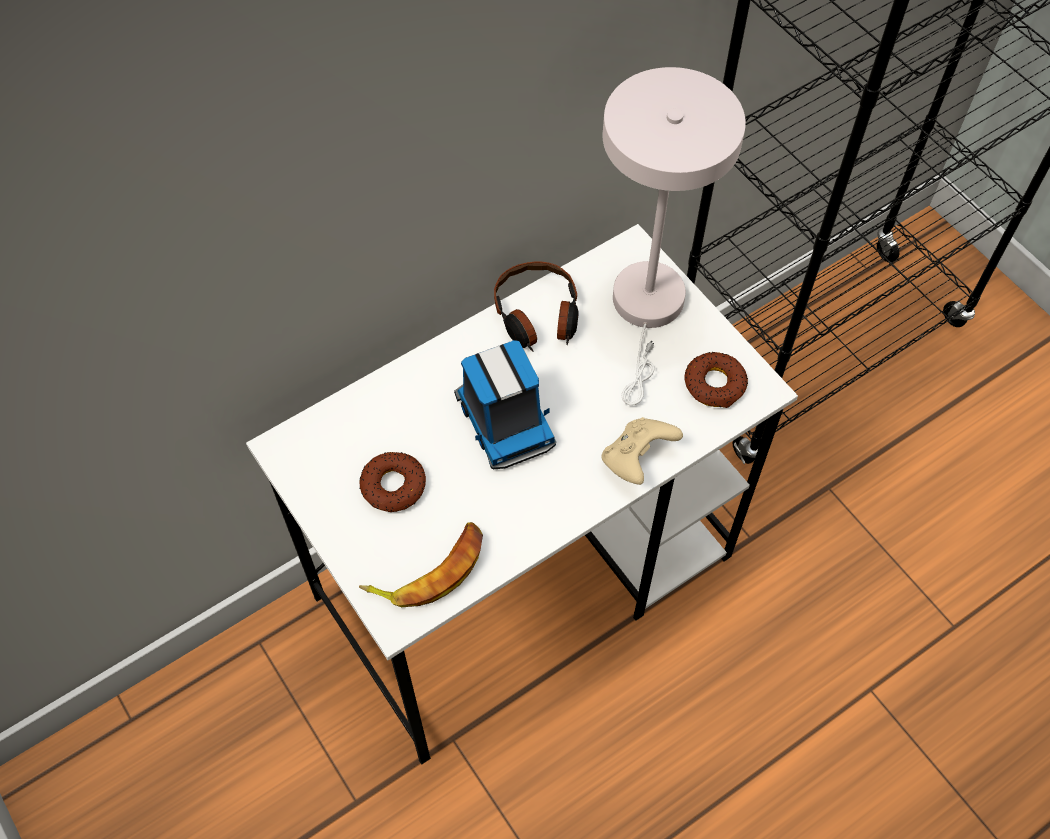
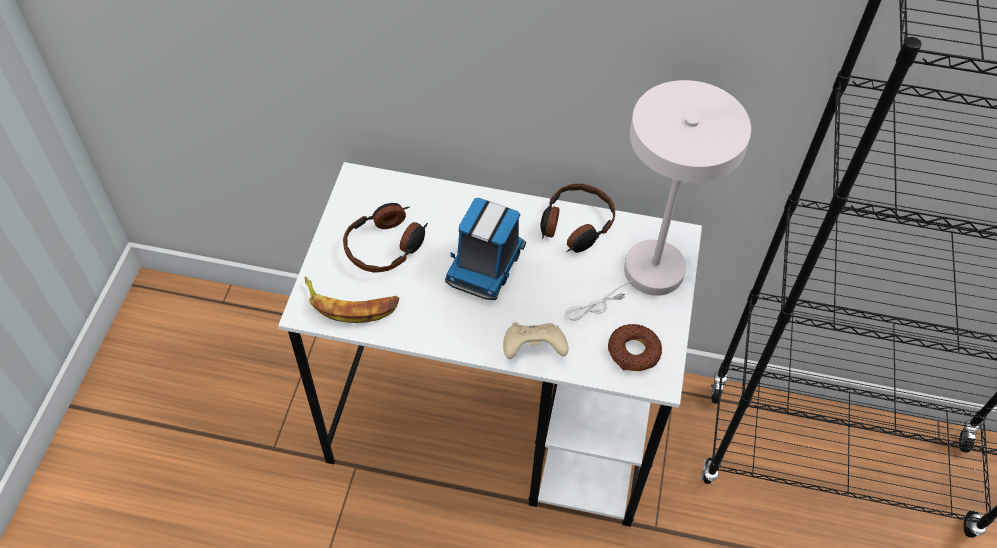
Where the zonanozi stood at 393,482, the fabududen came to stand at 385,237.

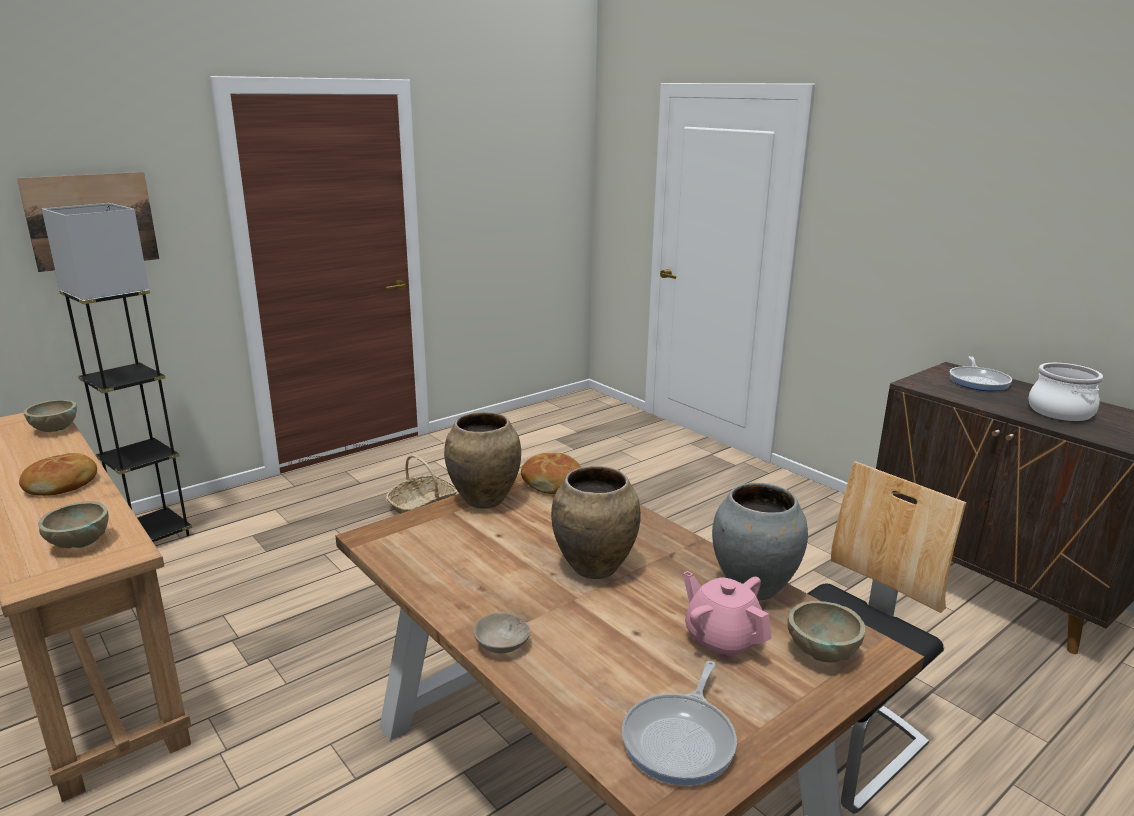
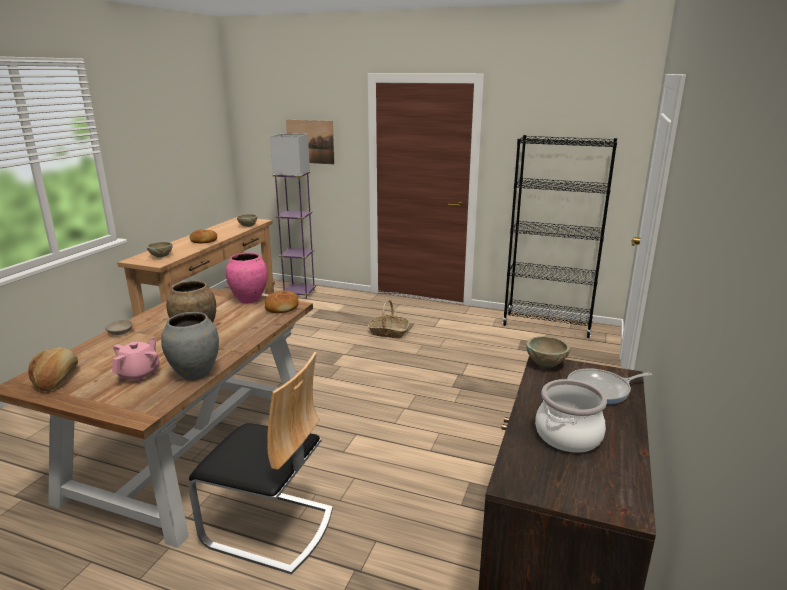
What was the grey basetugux at 117,372 turned into the purple basetugux at 293,216.
What was the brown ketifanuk at 482,460 turned into the pink ketifanuk at 247,278.
Where the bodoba stood at 679,723, the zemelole came to stand at 53,369.
The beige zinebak ended up elsewhere, having gone from 826,632 to 548,351.
The second view gained the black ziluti at 559,236.

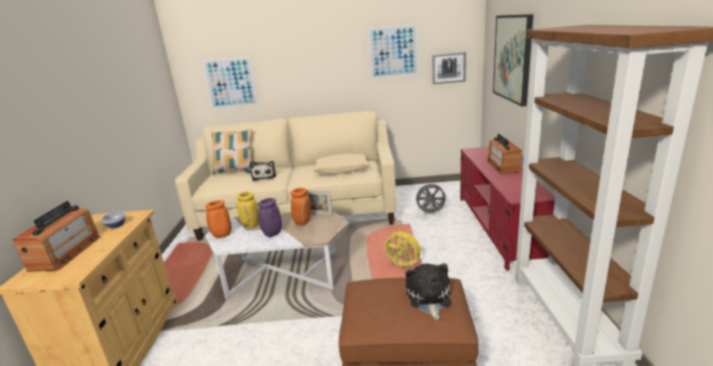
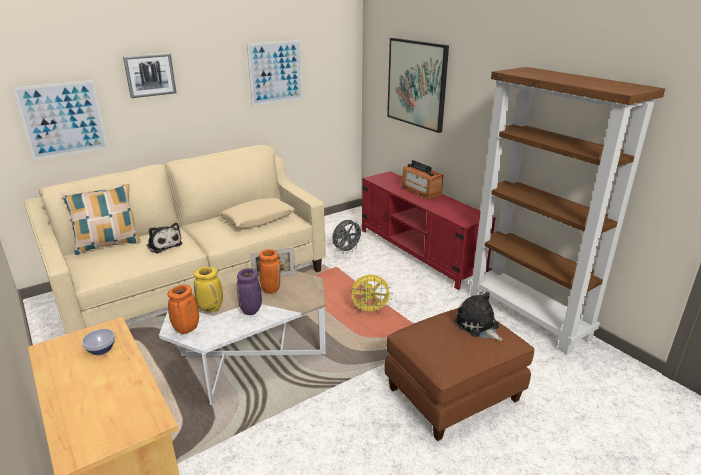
The second view lost the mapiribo at 56,236.
The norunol ended up elsewhere, having gone from 449,68 to 149,75.

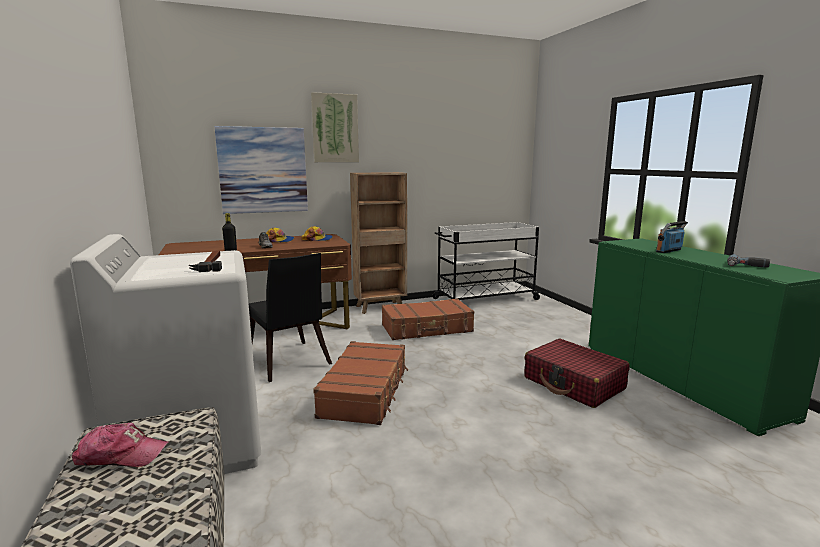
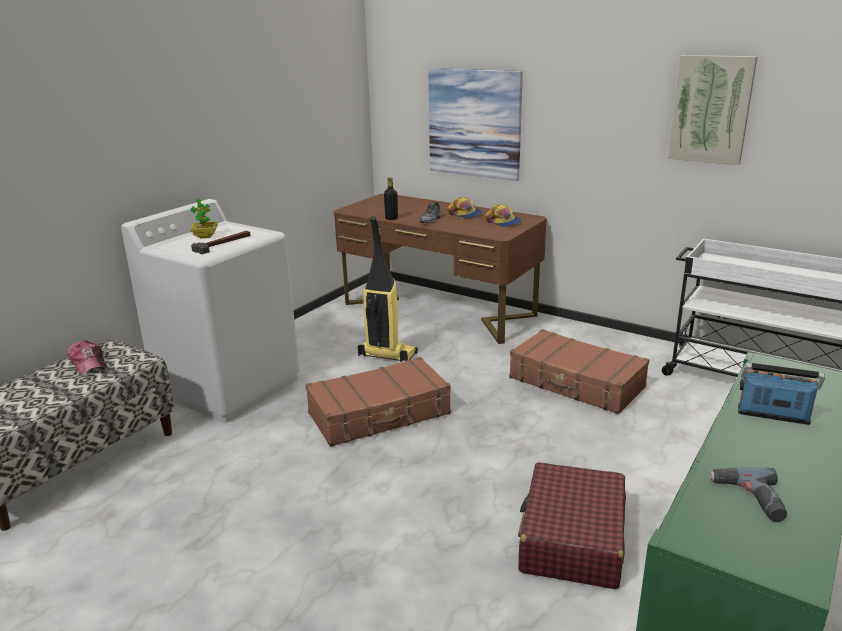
Where the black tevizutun stood at 290,317, the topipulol came to stand at 388,289.
The norunol ended up elsewhere, having gone from 335,127 to 713,110.
The second view lost the brown ziluti at 378,243.
The second view gained the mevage at 203,218.

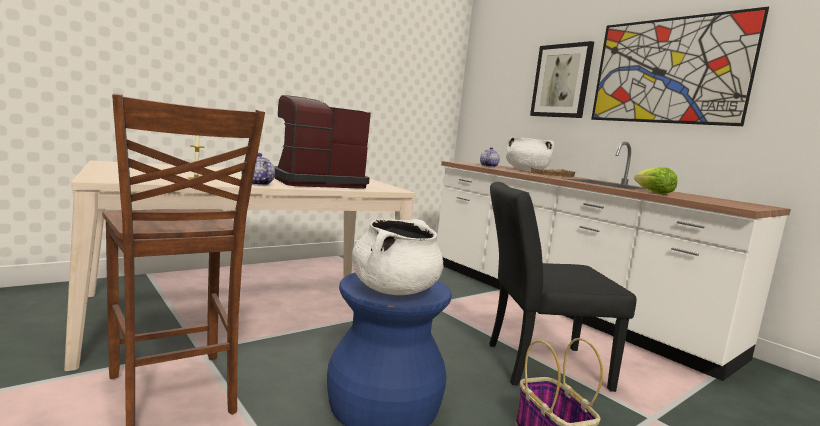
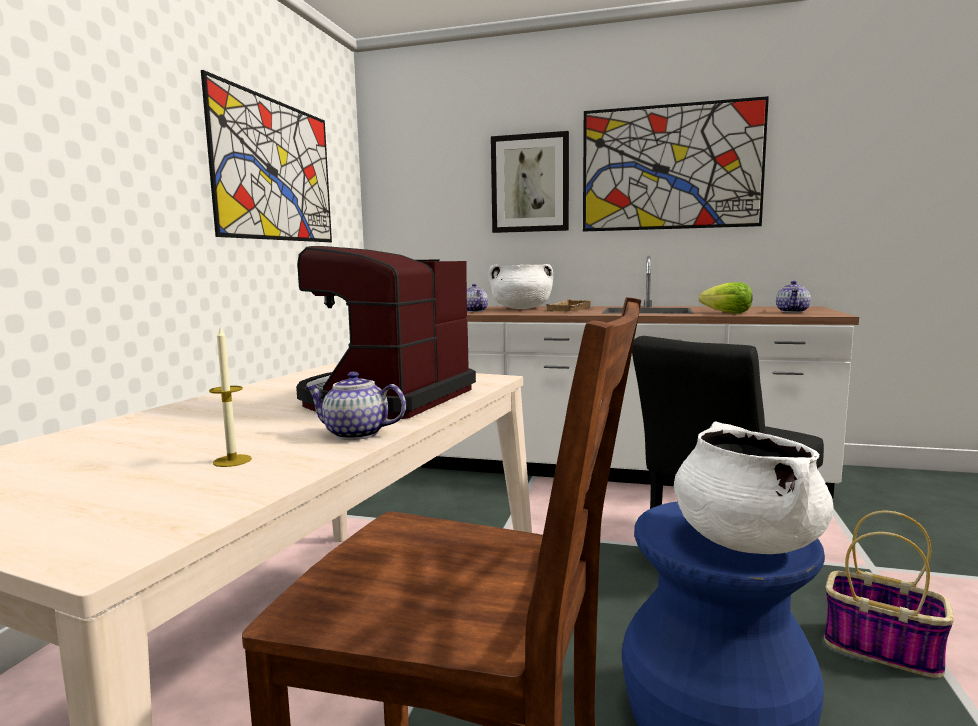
The second view gained the norunol at 266,156.
The second view gained the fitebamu at 793,297.

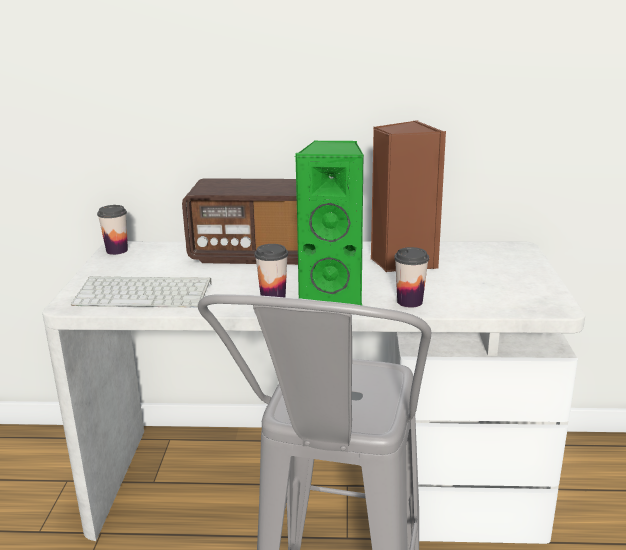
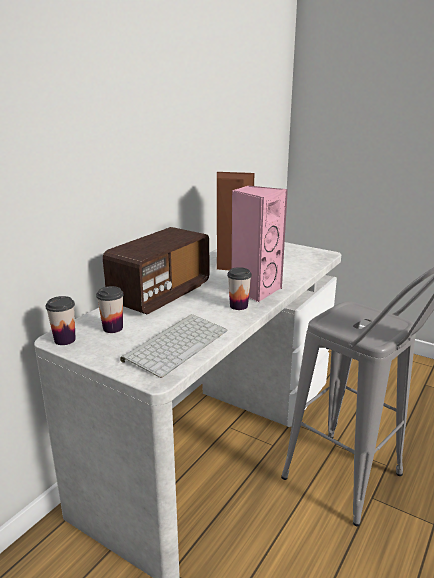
What was the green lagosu at 329,223 turned into the pink lagosu at 259,243.
The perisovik ended up elsewhere, having gone from 411,277 to 110,309.

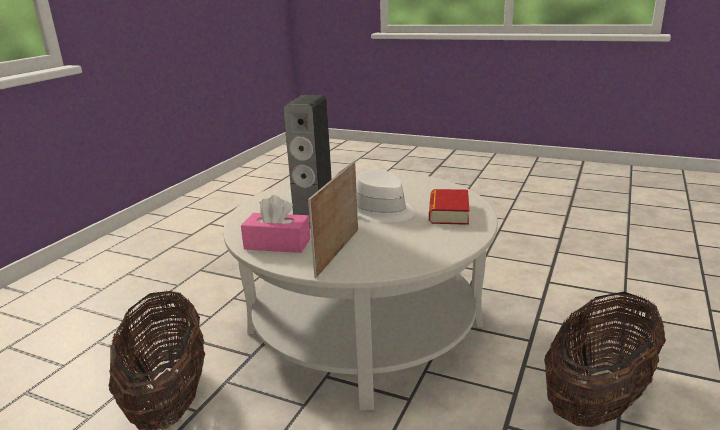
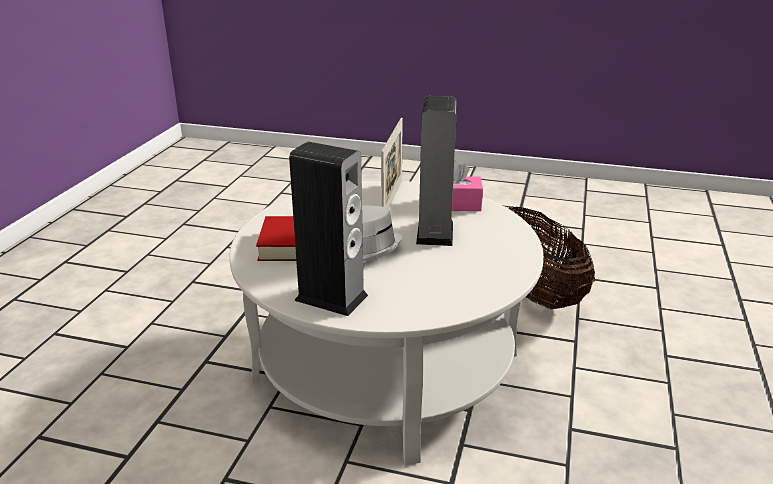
The second view lost the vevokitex at 605,359.
The second view gained the lagosu at 328,229.

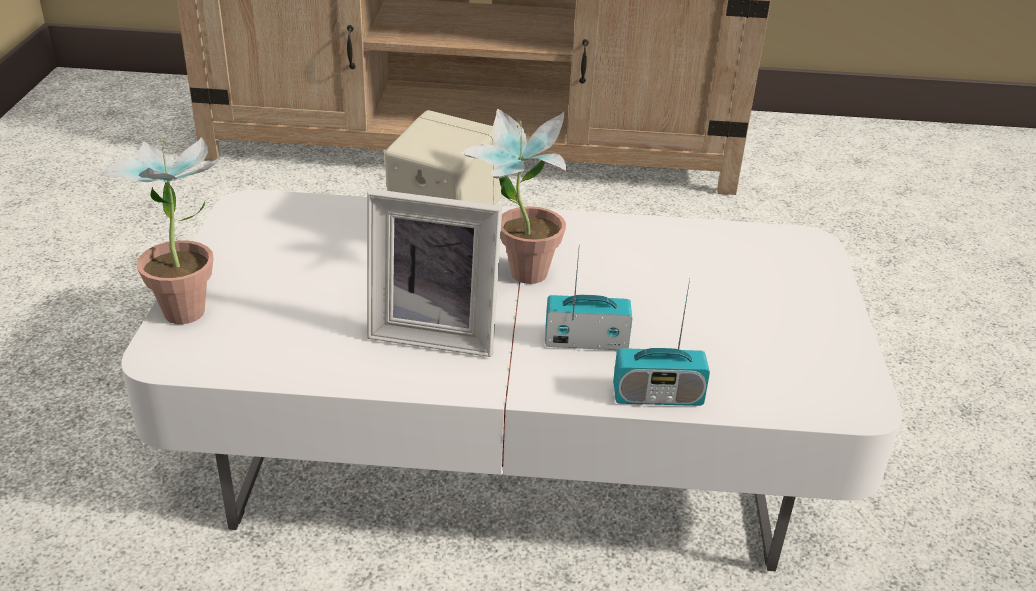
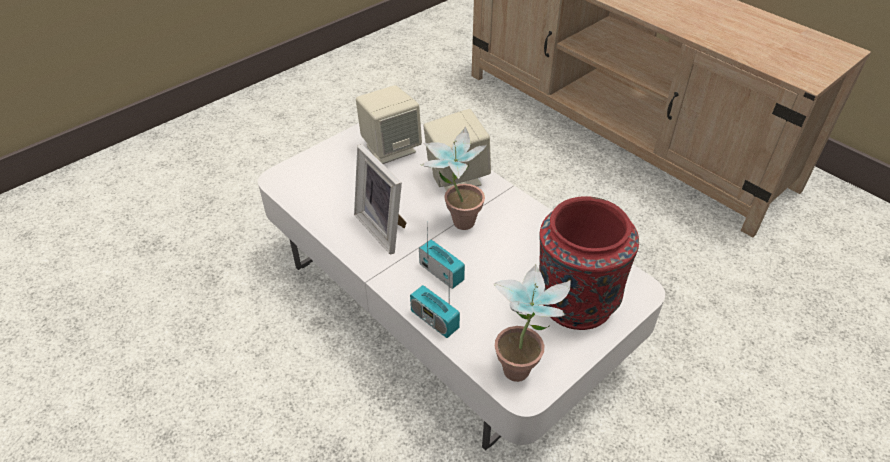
The mevage ended up elsewhere, having gone from 160,230 to 532,323.
The second view gained the beige lagosu at 389,124.
The second view gained the red ketifanuk at 589,263.

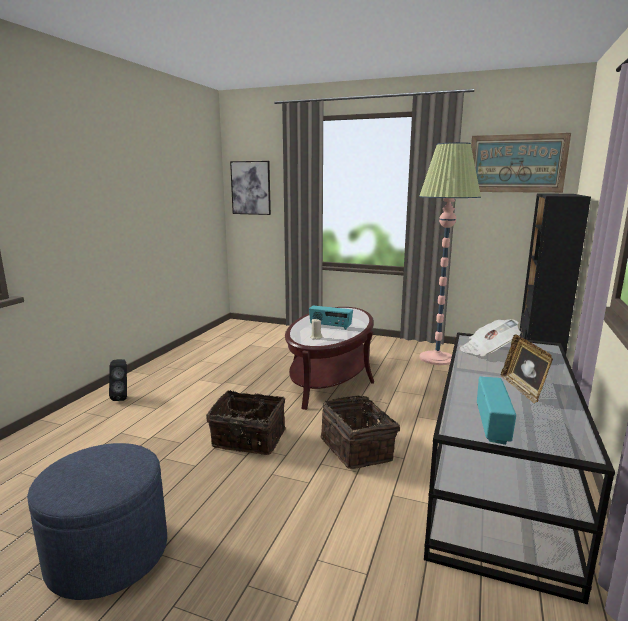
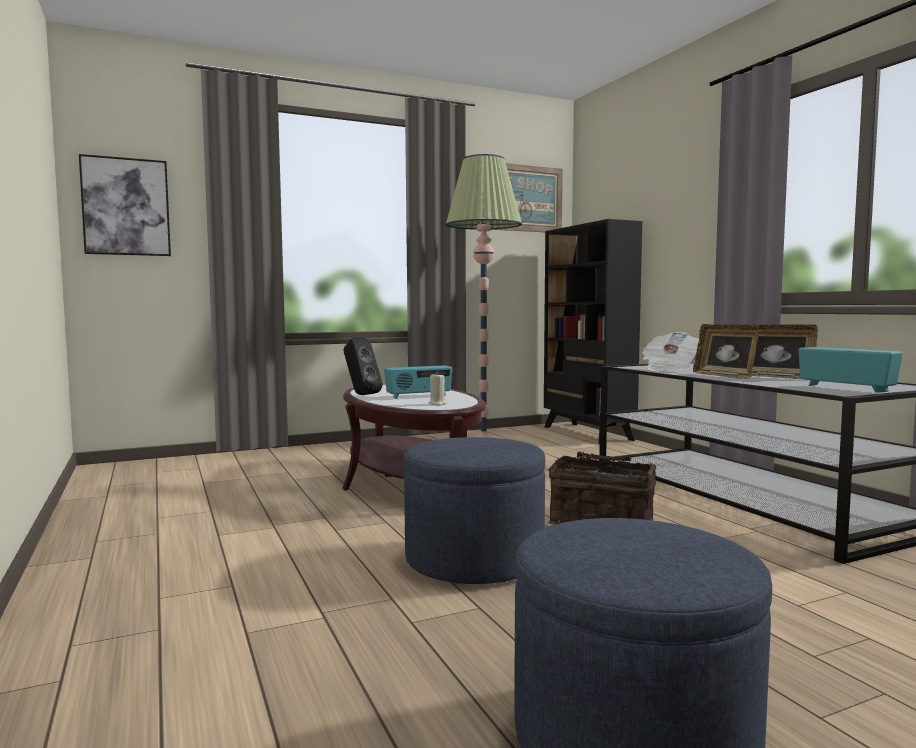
The black lagosu ended up elsewhere, having gone from 118,380 to 363,366.
Where the vevokitex stood at 246,423, the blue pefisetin came to stand at 474,510.
The second view gained the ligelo at 726,351.

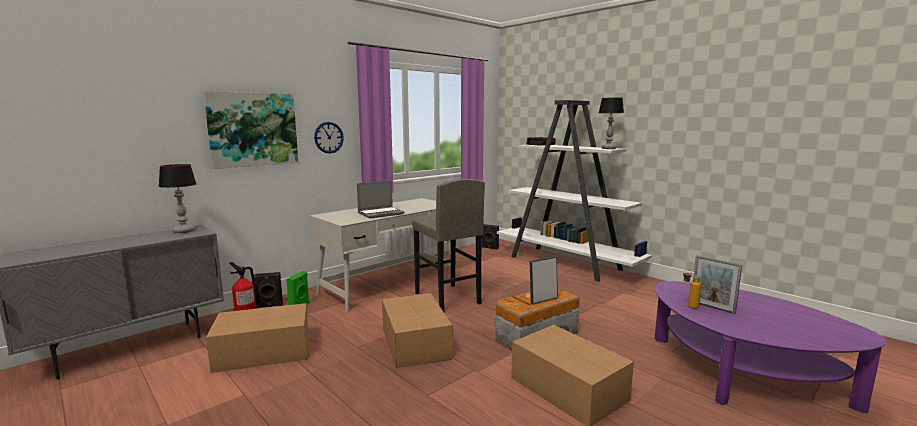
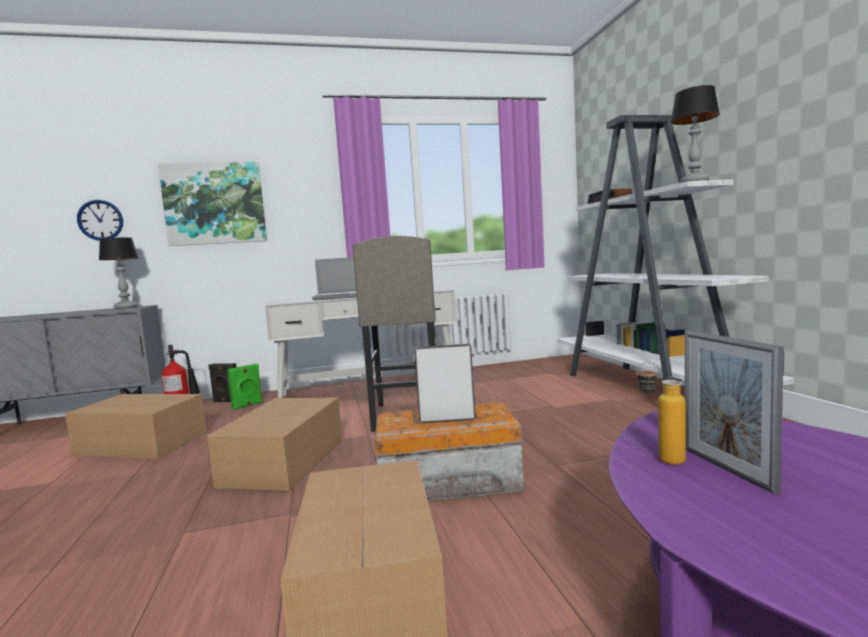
The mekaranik ended up elsewhere, having gone from 329,137 to 100,220.
The second view lost the black lagosu at 490,237.

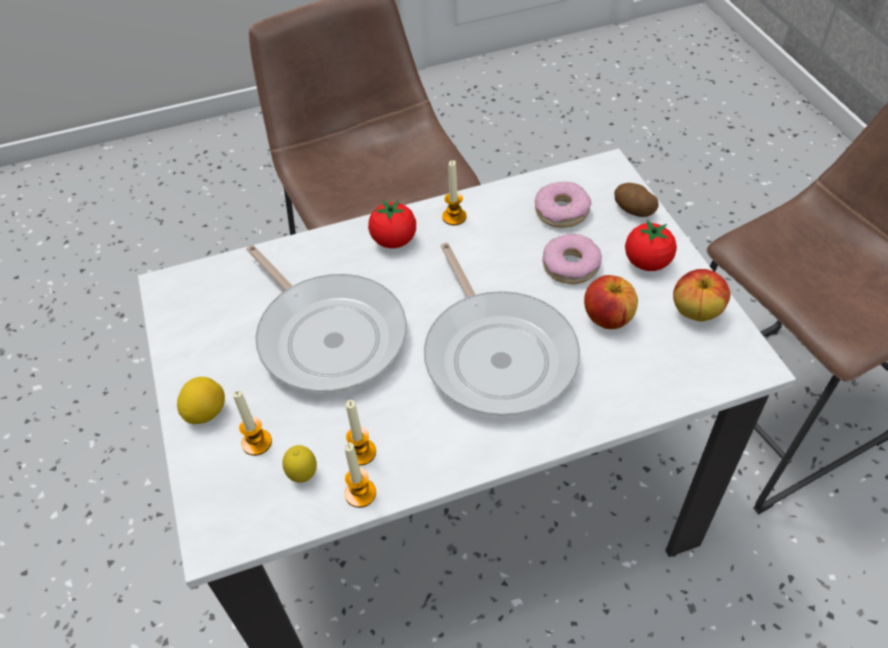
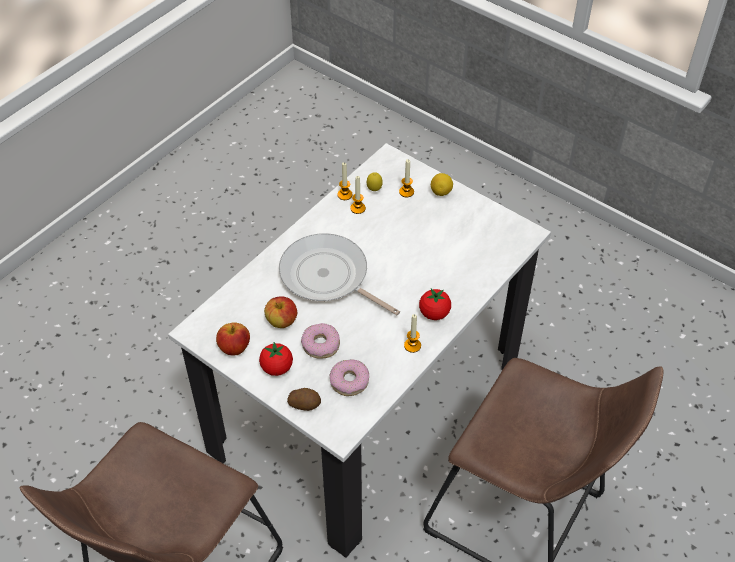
The second view lost the bodoba at 326,319.

